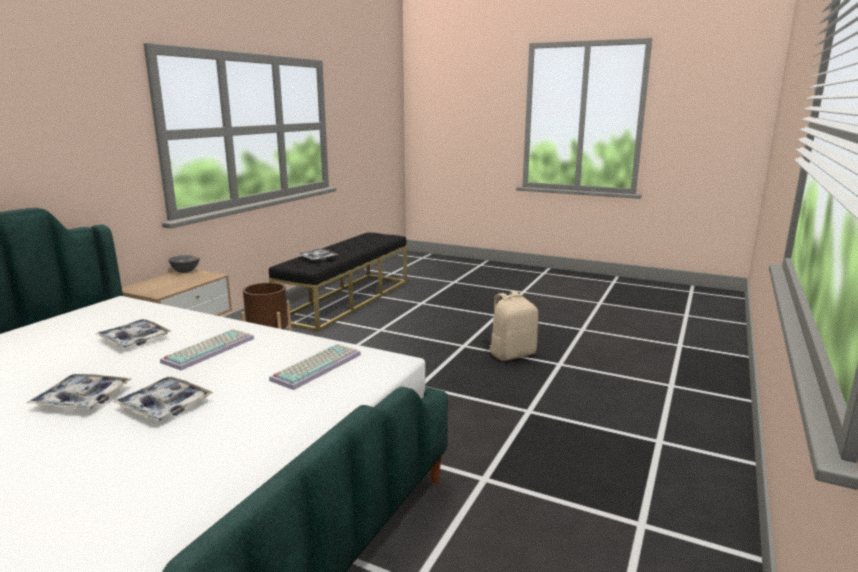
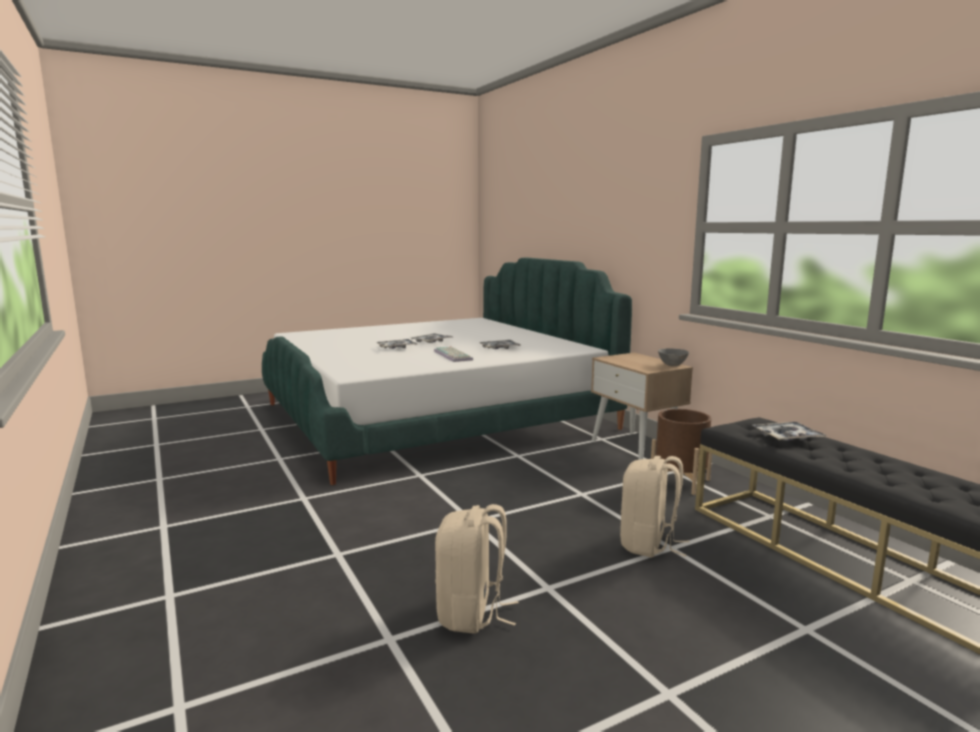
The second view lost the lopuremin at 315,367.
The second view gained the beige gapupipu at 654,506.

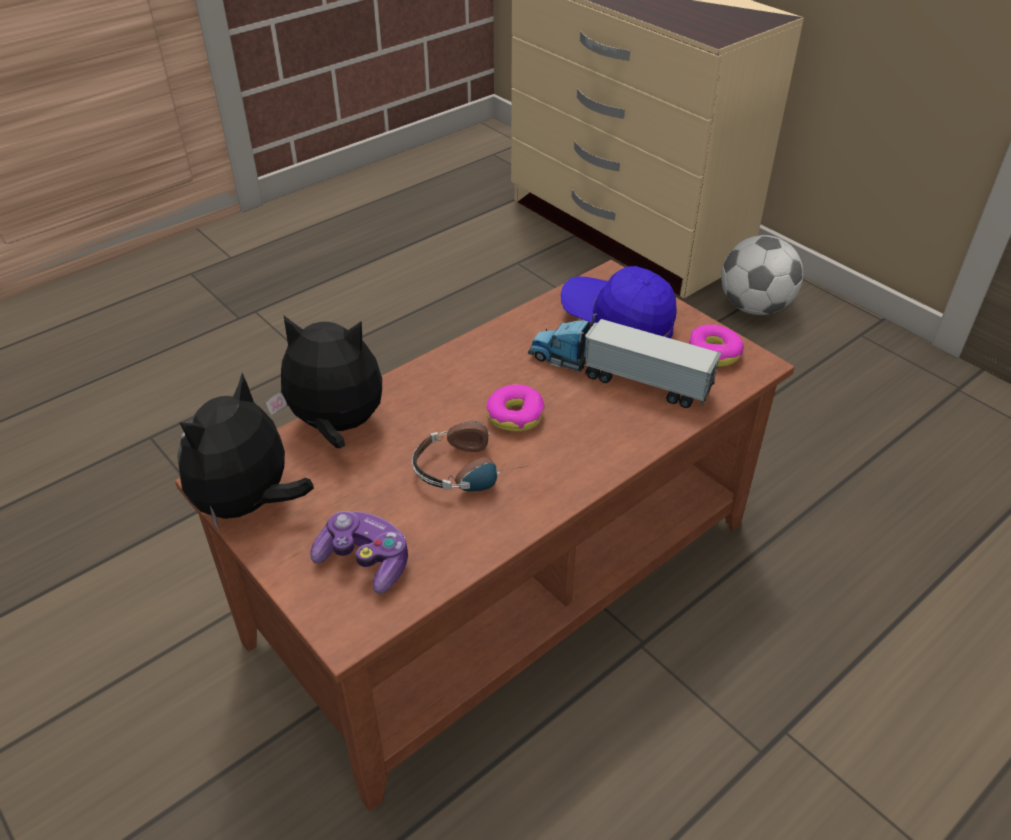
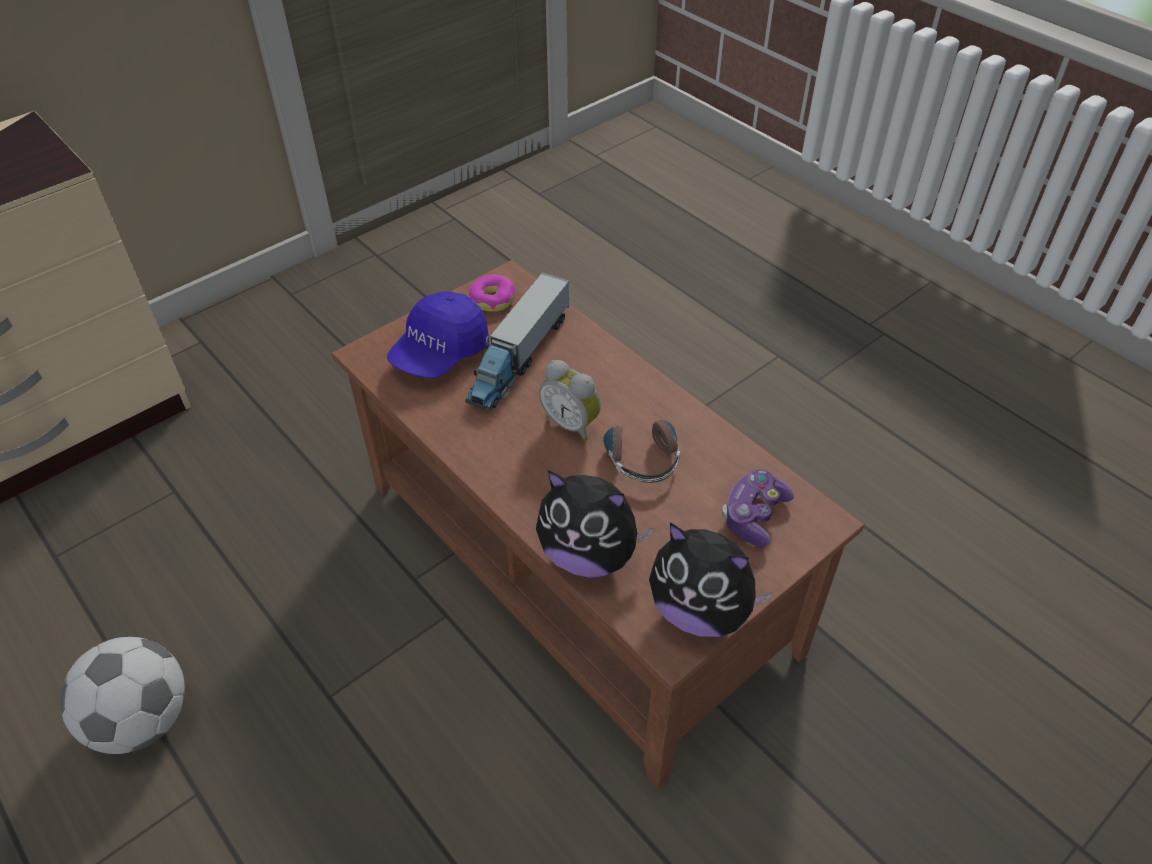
The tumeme at 323,382 ended up facing another way, 75 degrees counterclockwise from before.
Where the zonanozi stood at 515,408, the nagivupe came to stand at 570,400.
The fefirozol ended up elsewhere, having gone from 762,275 to 122,695.

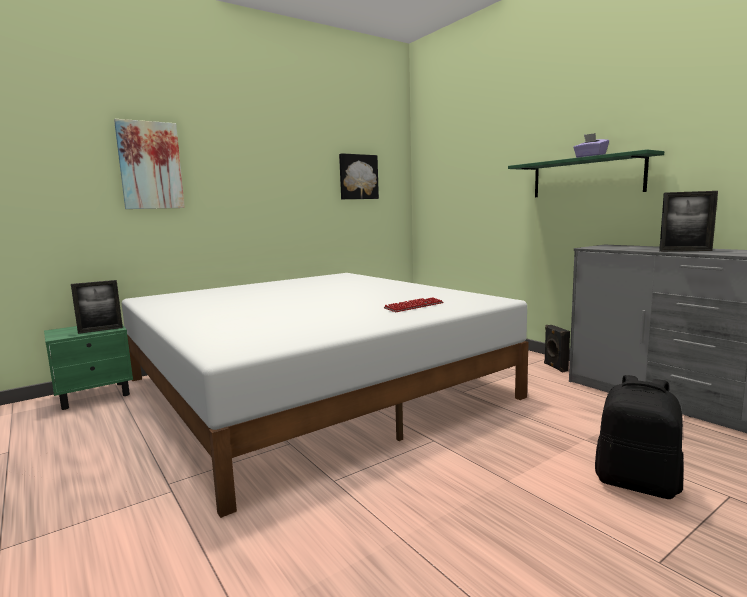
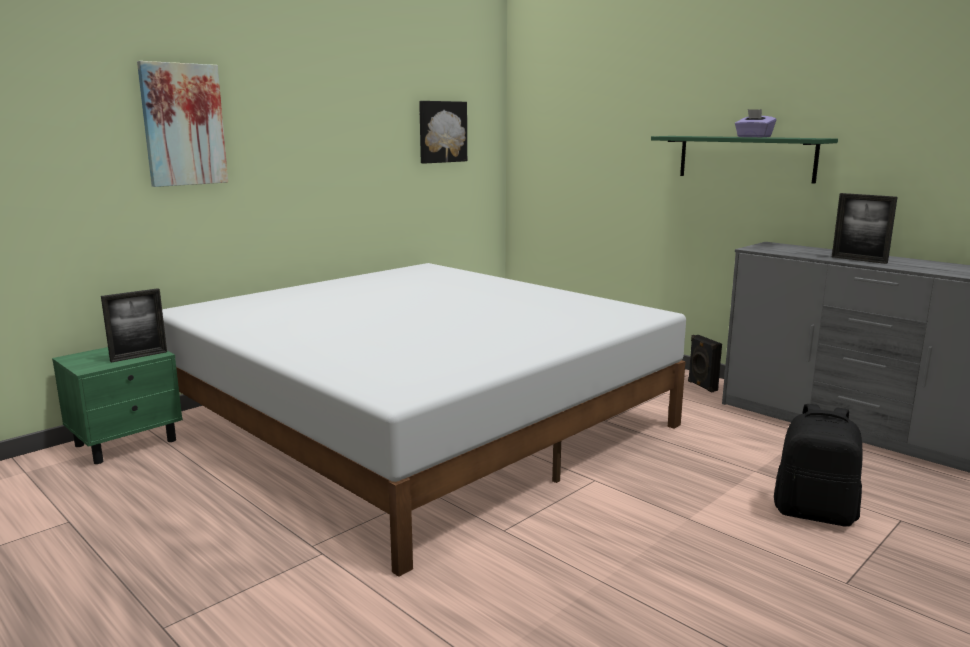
The second view lost the lopuremin at 414,304.
The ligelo at 688,221 ended up facing another way, 45 degrees clockwise from before.

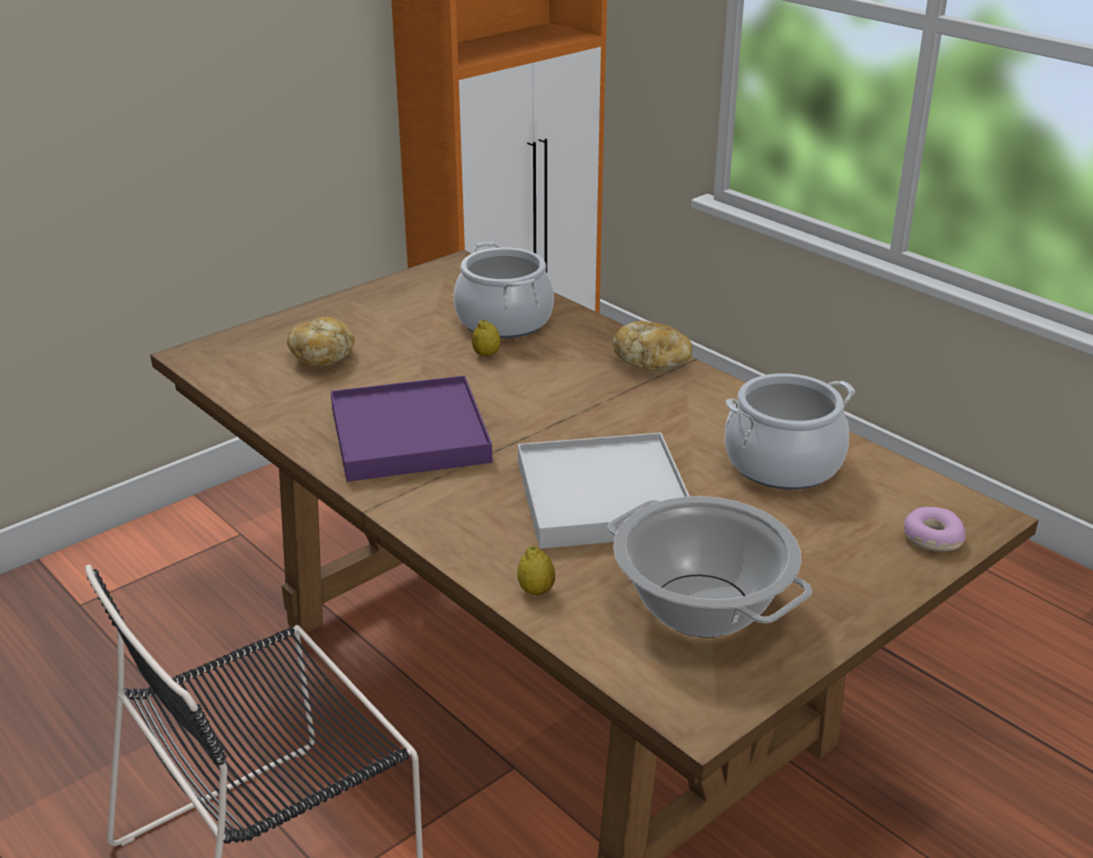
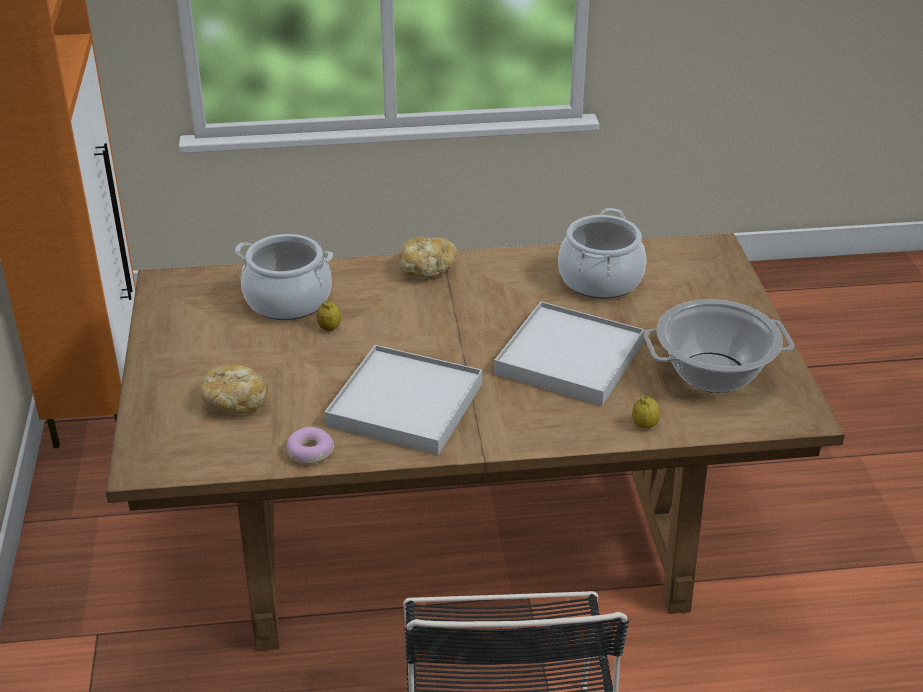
What was the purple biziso at 411,428 turned into the white biziso at 403,400.
The zonanozi ended up elsewhere, having gone from 934,529 to 310,445.

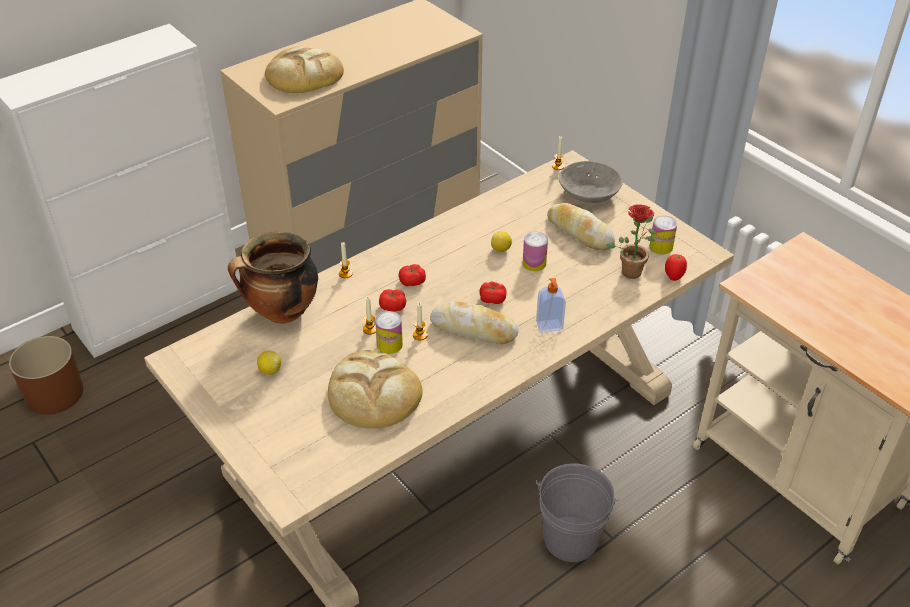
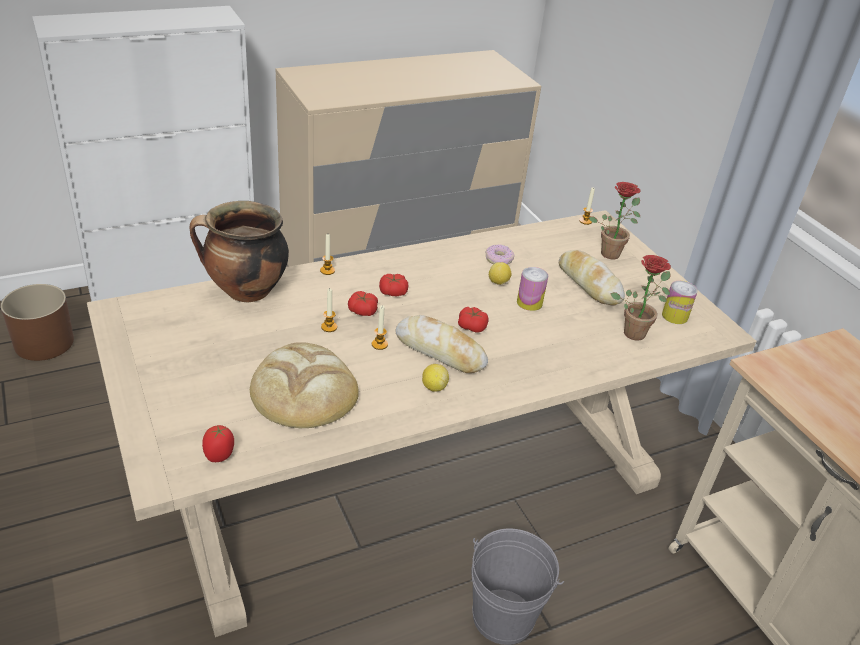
The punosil ended up elsewhere, having gone from 269,363 to 435,378.
The second view lost the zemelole at 304,69.
The second view lost the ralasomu at 389,332.
The second view lost the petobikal at 551,305.
Where the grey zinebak stood at 591,182, the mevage came to stand at 614,220.
The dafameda ended up elsewhere, having gone from 676,267 to 218,443.
The second view gained the zonanozi at 500,255.

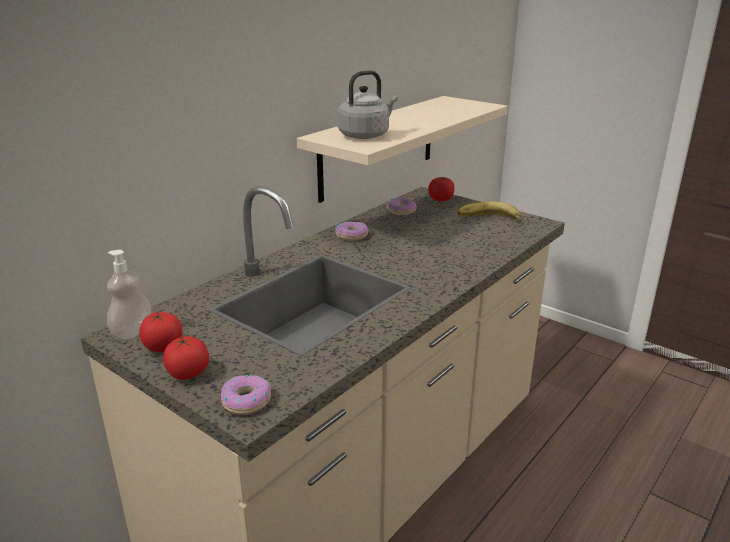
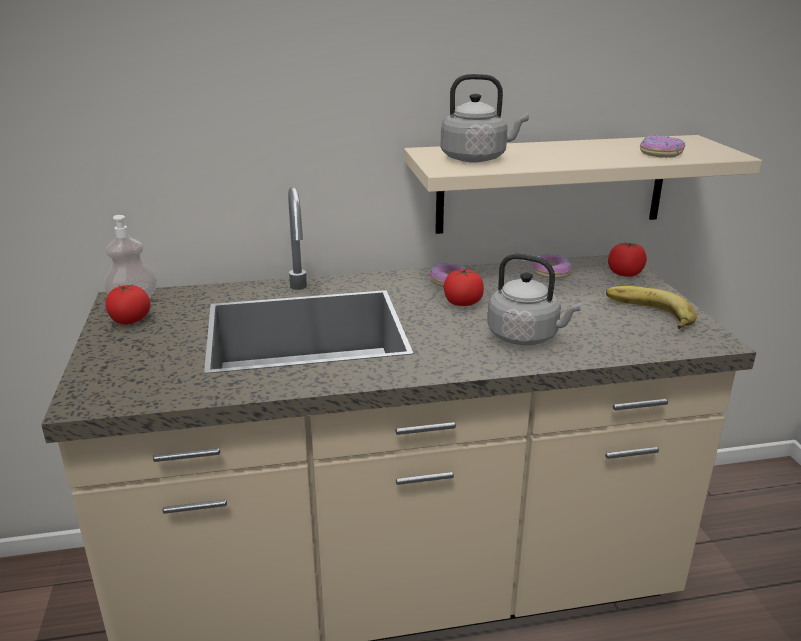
The dafameda ended up elsewhere, having gone from 186,358 to 464,287.
The zonanozi ended up elsewhere, having gone from 246,395 to 662,146.
The second view gained the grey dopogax at 534,299.

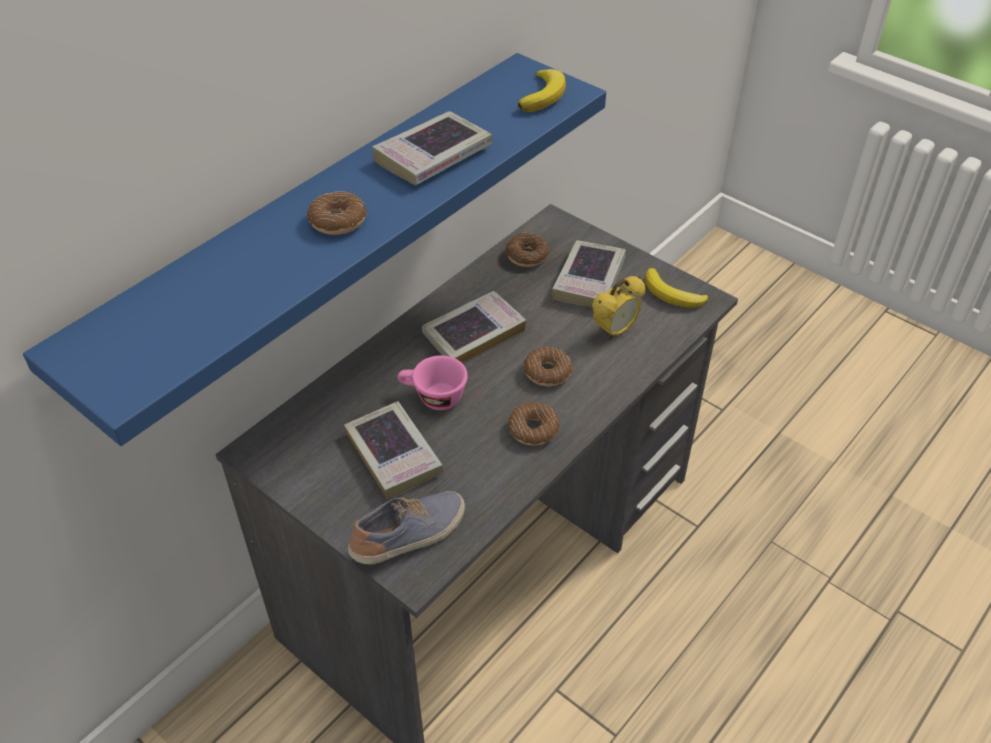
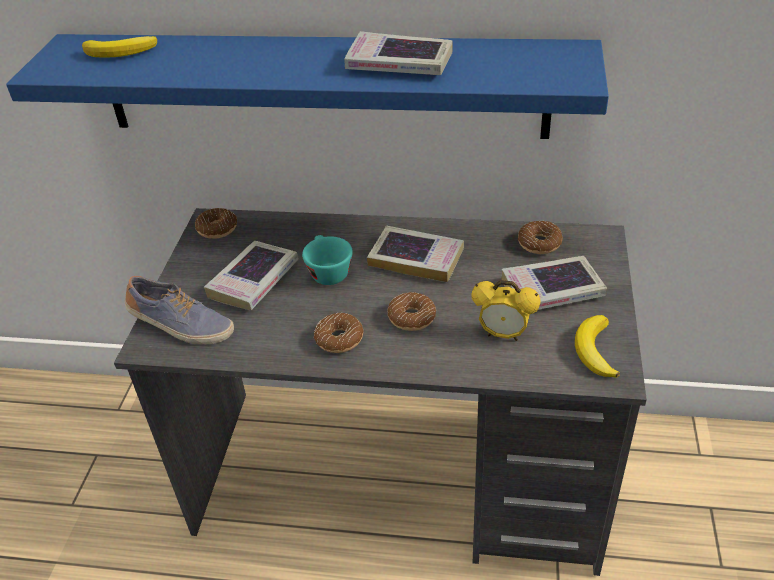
The zonanozi ended up elsewhere, having gone from 337,213 to 216,223.
What was the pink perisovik at 432,382 turned into the turquoise perisovik at 327,260.
The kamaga ended up elsewhere, having gone from 542,90 to 119,47.

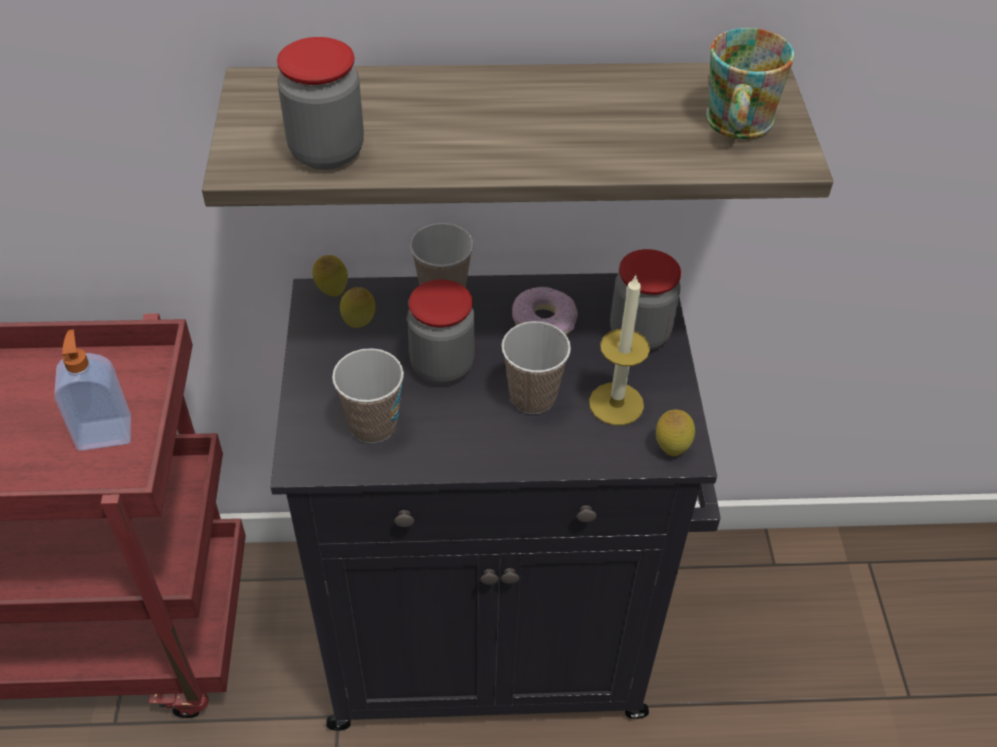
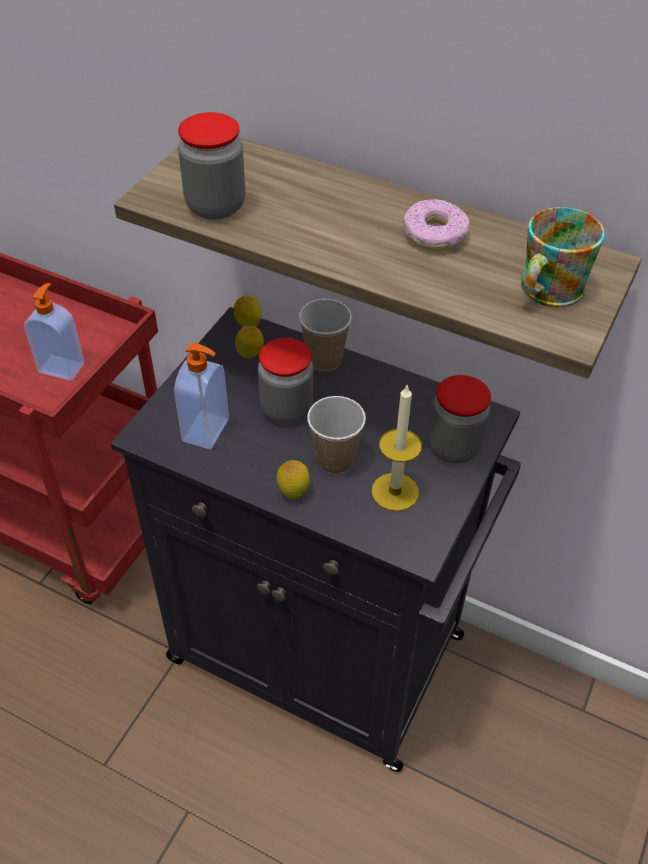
Where the perisovik stood at 368,395, the petobikal came to stand at 201,396.
The zonanozi ended up elsewhere, having gone from 545,310 to 436,225.
The punosil ended up elsewhere, having gone from 675,433 to 293,480.

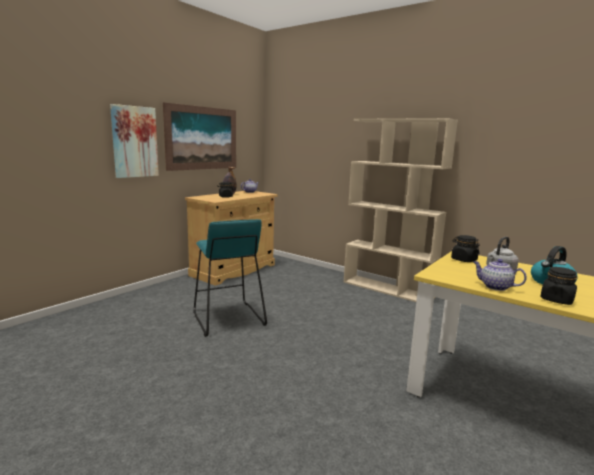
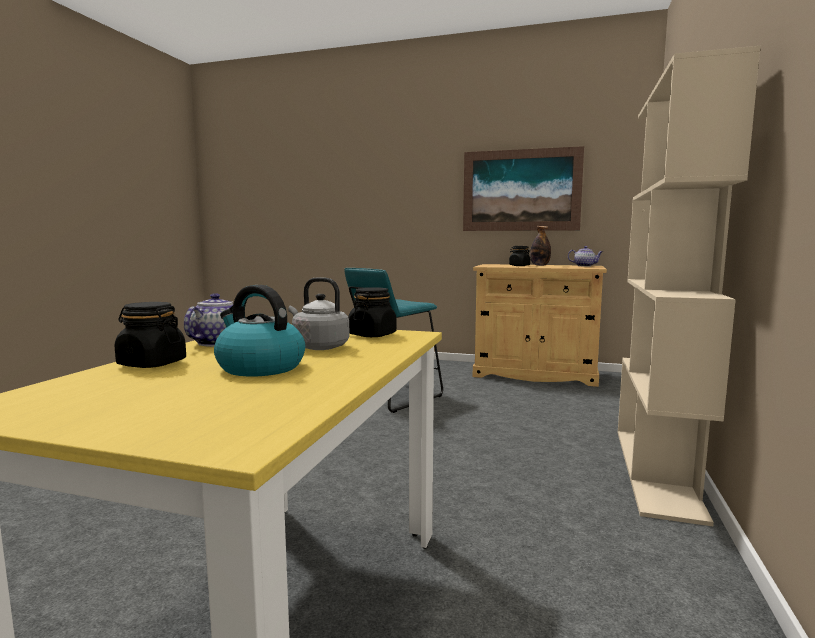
The second view lost the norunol at 134,141.

